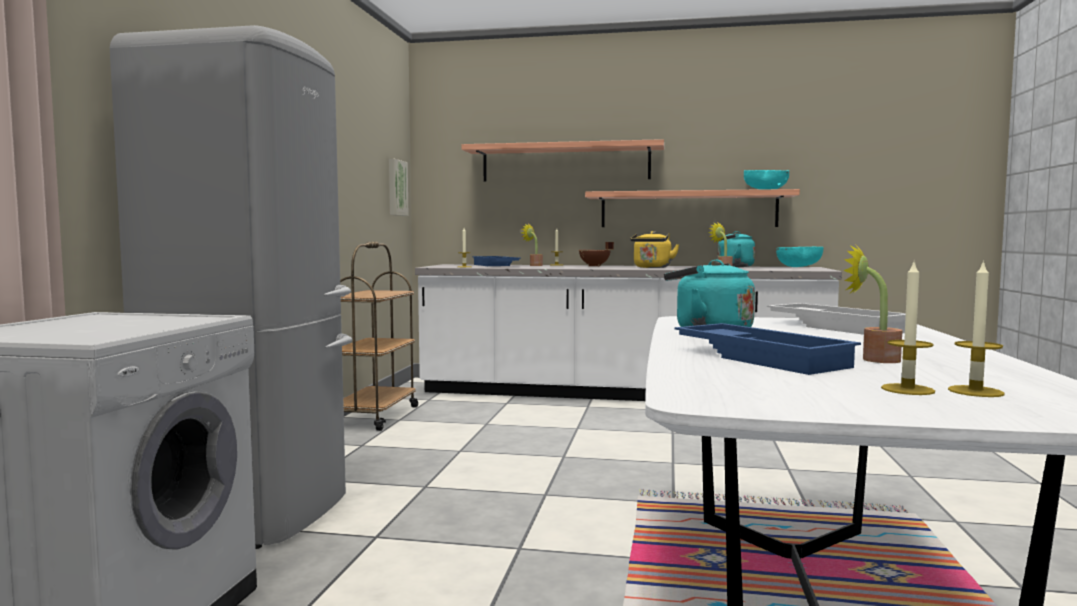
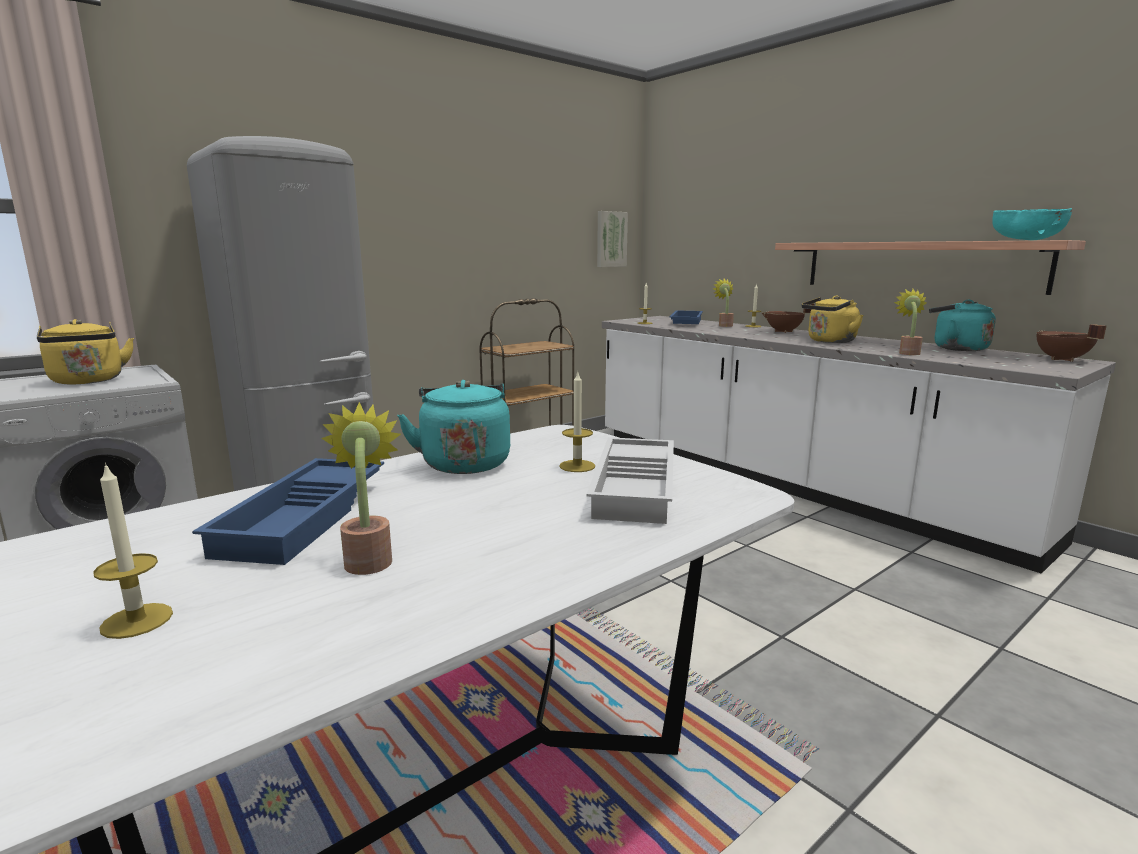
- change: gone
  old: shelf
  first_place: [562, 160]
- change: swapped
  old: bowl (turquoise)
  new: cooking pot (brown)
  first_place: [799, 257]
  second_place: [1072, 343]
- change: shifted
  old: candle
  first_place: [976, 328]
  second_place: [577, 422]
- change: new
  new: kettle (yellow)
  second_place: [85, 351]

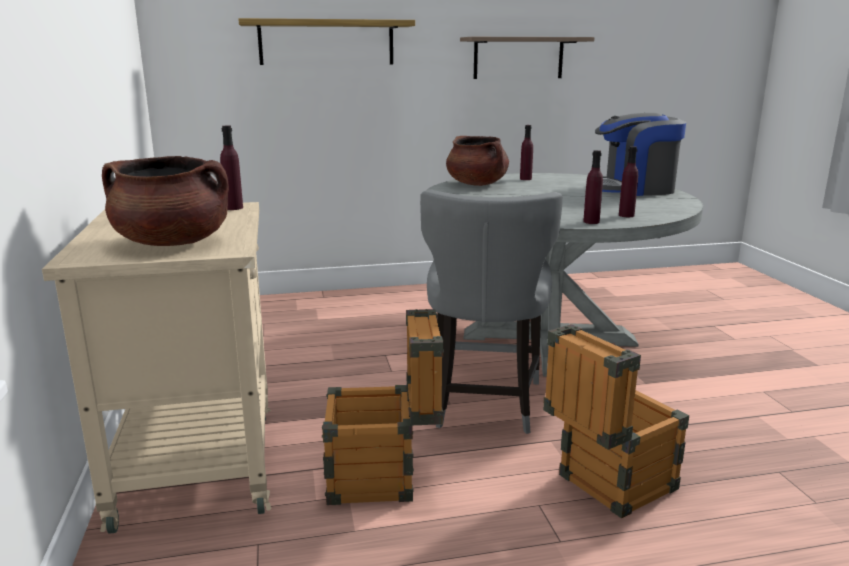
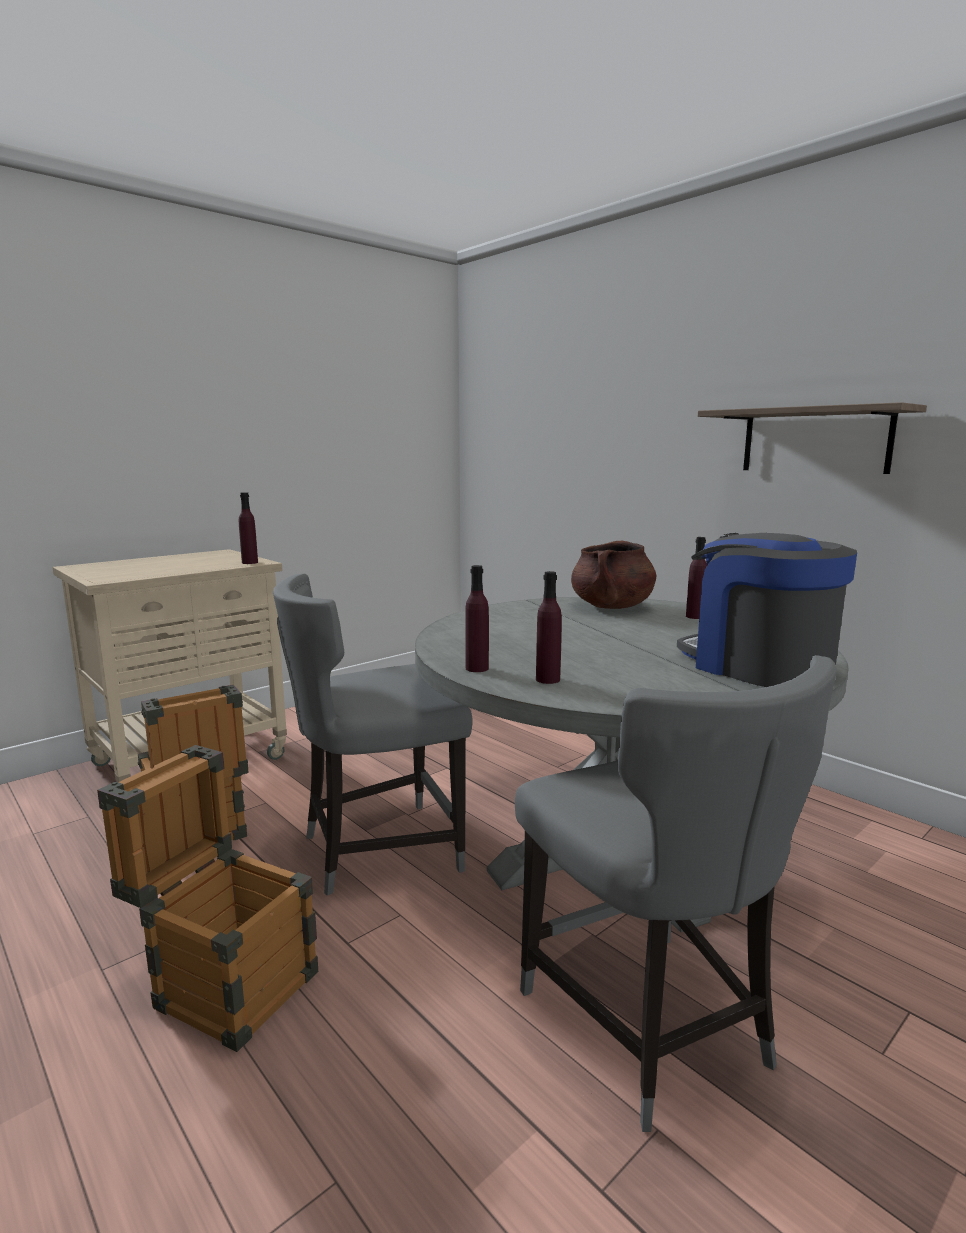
- change: gone
  old: cooking pot (brown)
  first_place: [165, 201]
- change: gone
  old: shelf
  first_place: [326, 41]
- change: new
  new: chair (grey)
  second_place: [676, 893]

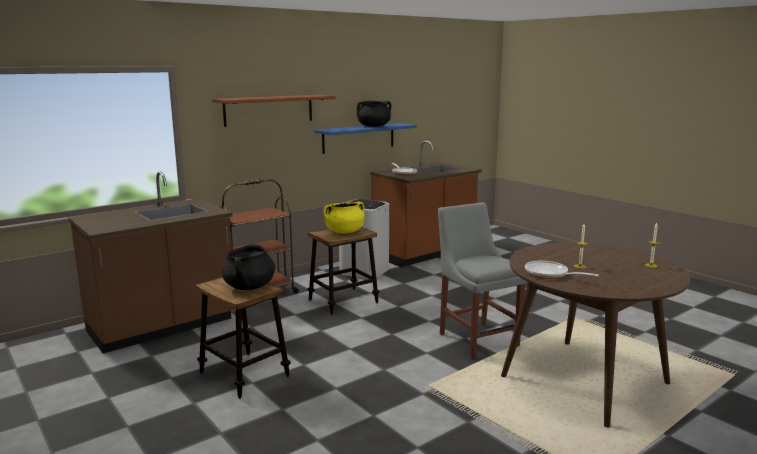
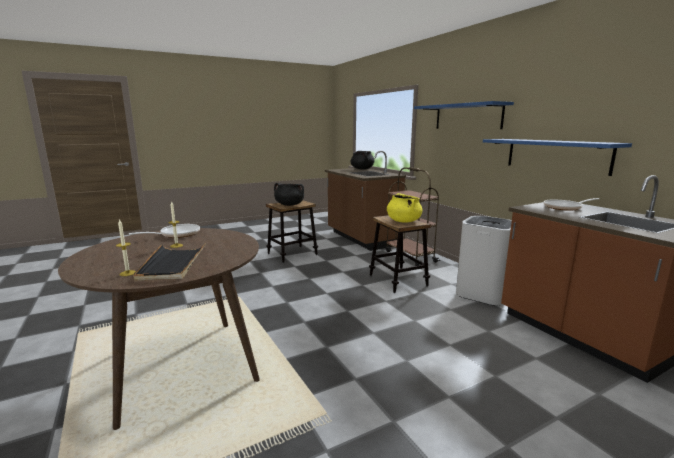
- change: repainted
  old: shelf (brown)
  new: shelf (blue)
  first_place: [273, 111]
  second_place: [464, 115]
- change: shifted
  old: cooking pot (black)
  first_place: [374, 114]
  second_place: [362, 160]
- change: gone
  old: chair (grey)
  first_place: [482, 280]
- change: new
  new: tray (black)
  second_place: [169, 262]

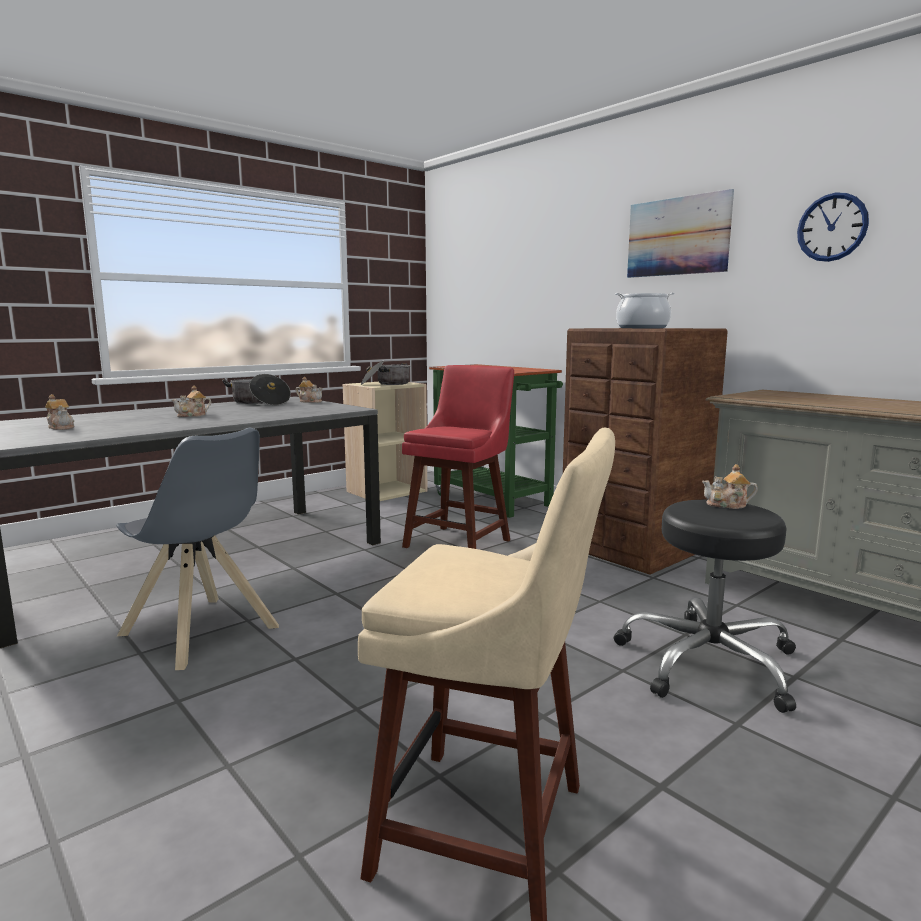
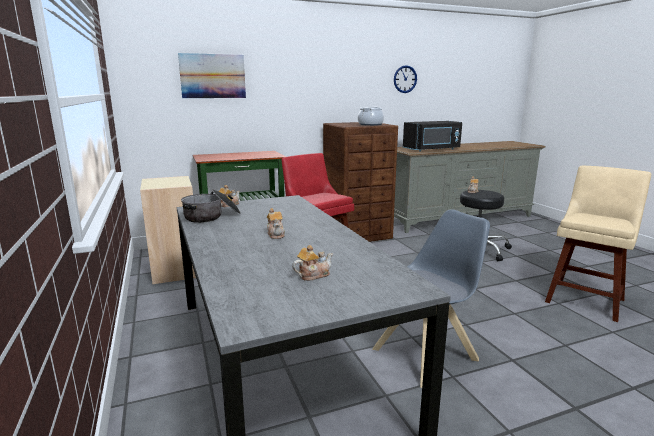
- change: gone
  old: cooking pot
  first_place: [385, 372]
- change: shifted
  old: picture
  first_place: [680, 233]
  second_place: [212, 75]
- change: new
  new: microwave (black)
  second_place: [432, 136]

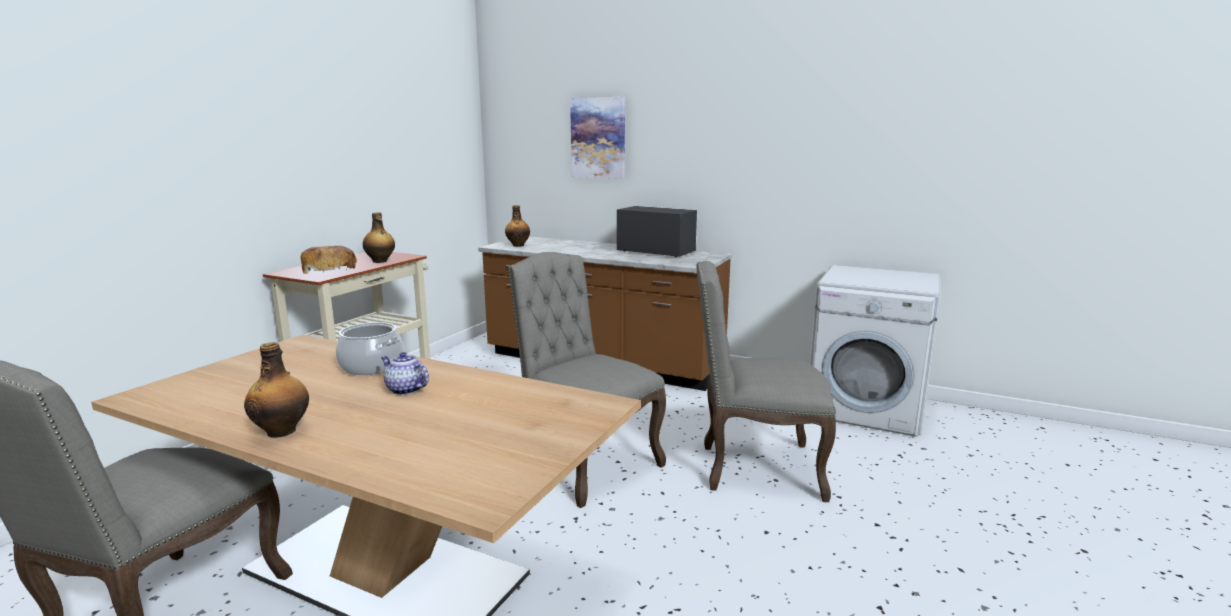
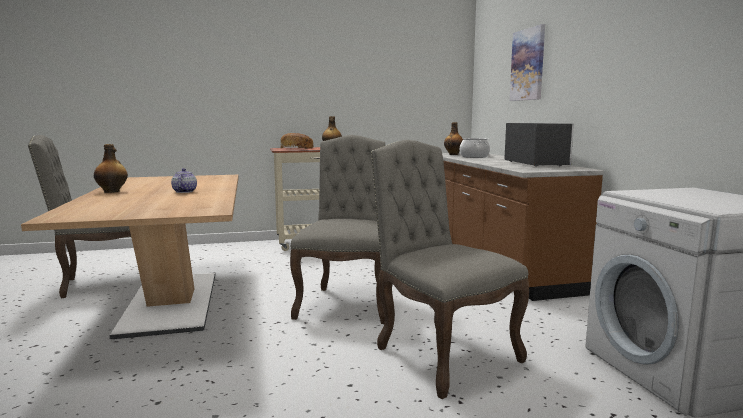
- change: shifted
  old: cooking pot
  first_place: [370, 348]
  second_place: [475, 148]

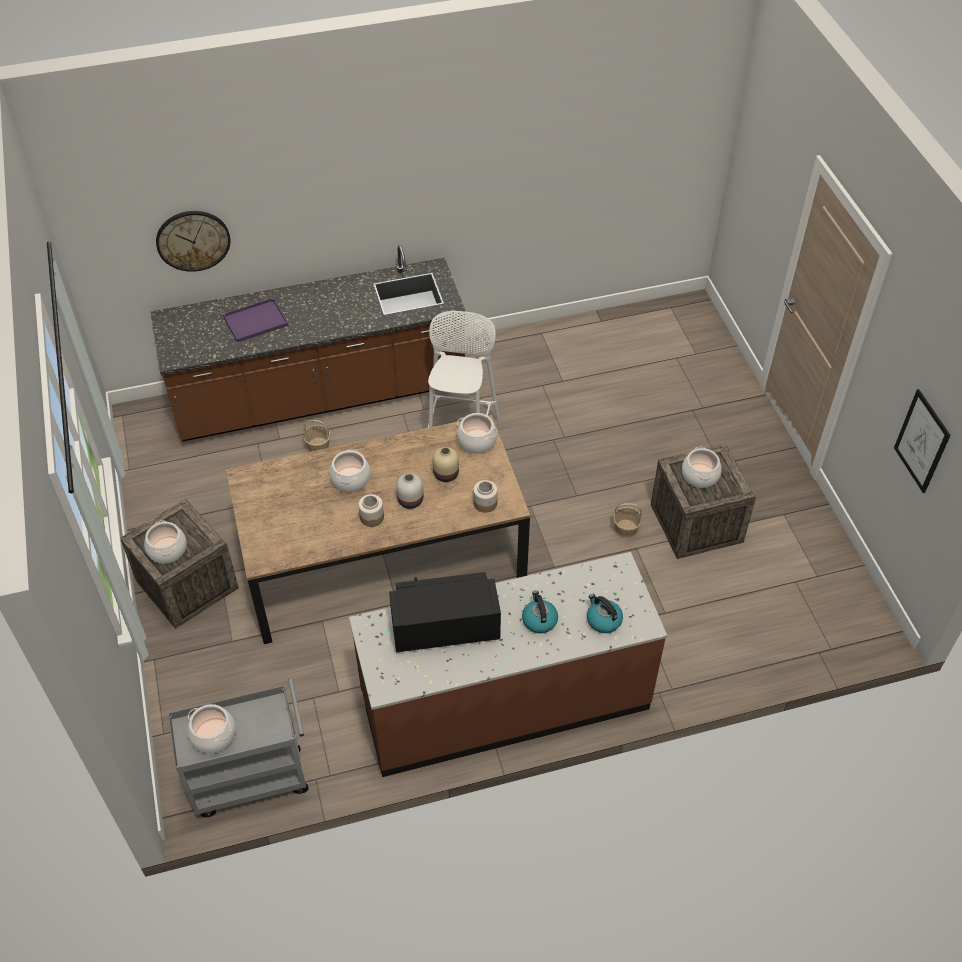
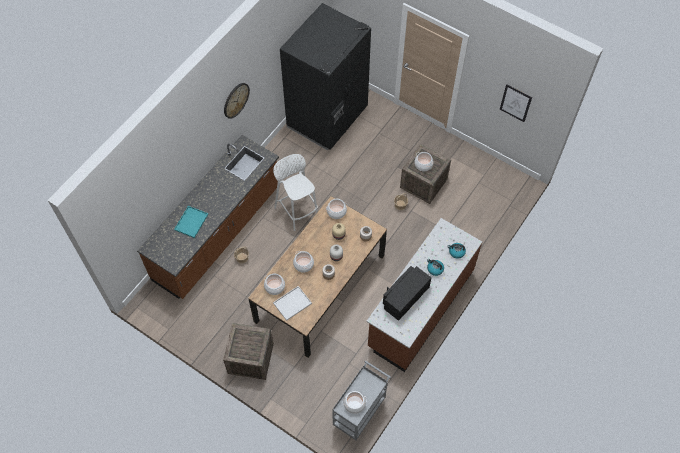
- change: shifted
  old: cooking pot
  first_place: [165, 542]
  second_place: [274, 284]
- change: shifted
  old: wall clock
  first_place: [193, 241]
  second_place: [237, 101]
- change: repainted
  old: tray (purple)
  new: tray (turquoise)
  first_place: [255, 320]
  second_place: [191, 222]
- change: new
  new: tray (white)
  second_place: [292, 303]
- change: new
  new: fridge (black)
  second_place: [325, 77]

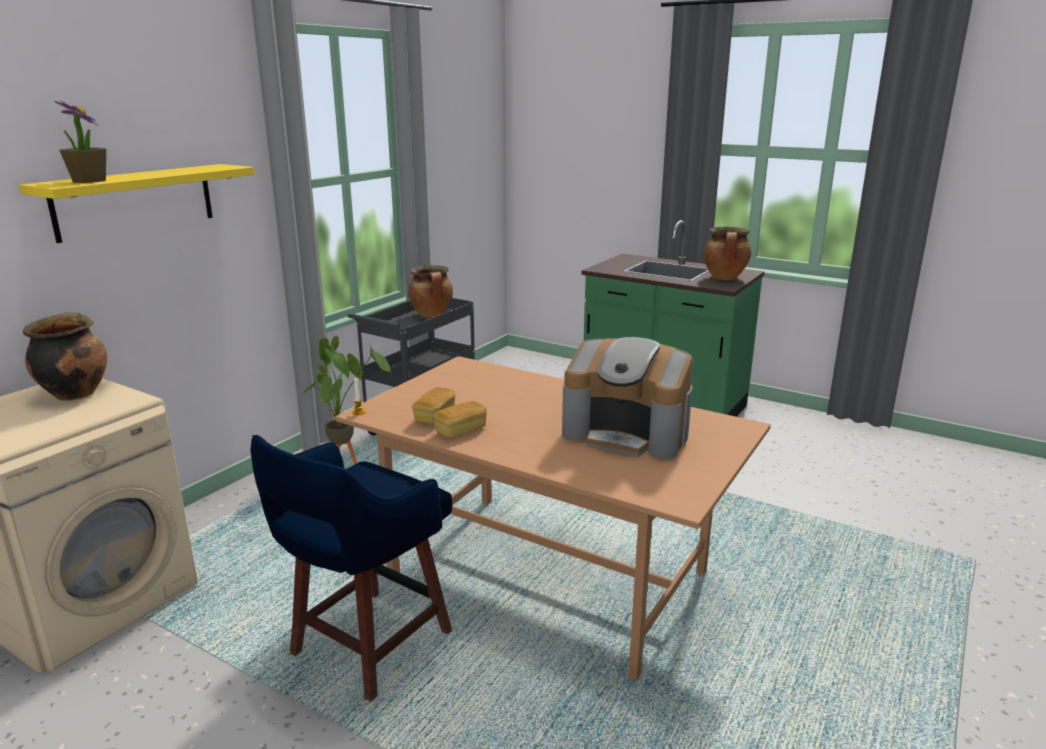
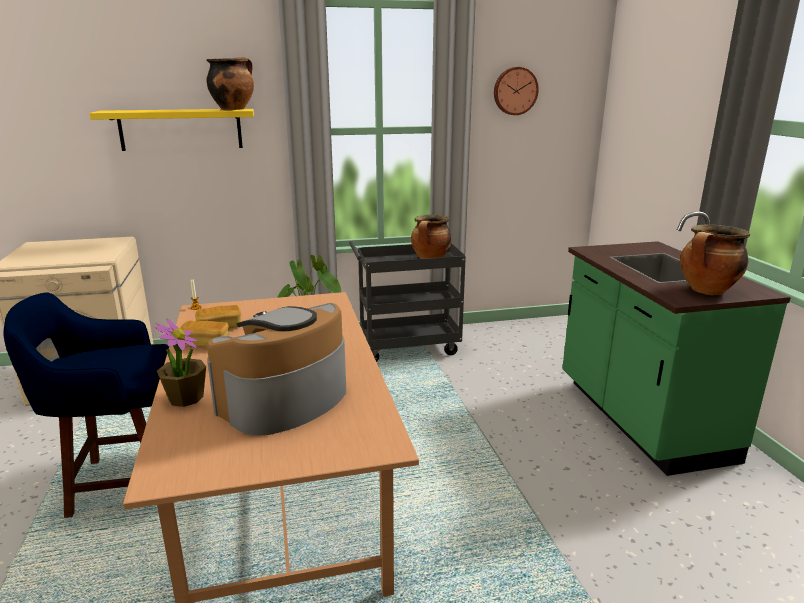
- change: shifted
  old: cooking pot
  first_place: [65, 356]
  second_place: [230, 83]
- change: shifted
  old: potted plant
  first_place: [80, 141]
  second_place: [180, 363]
- change: rotated
  old: coffee machine
  first_place: [627, 398]
  second_place: [276, 369]
  degrees: 60
- change: new
  new: wall clock
  second_place: [516, 91]

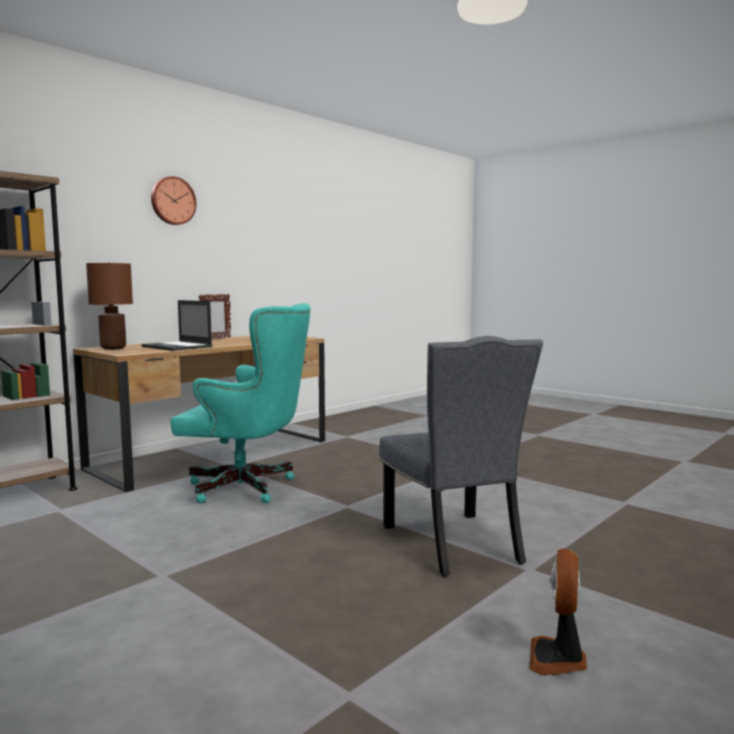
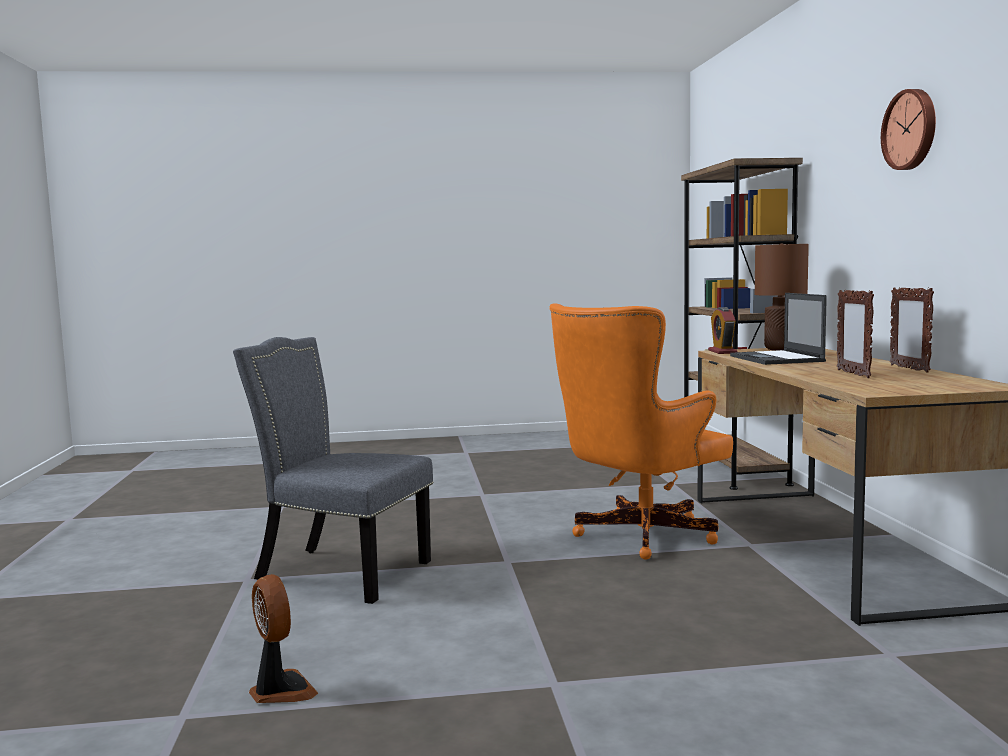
- change: rotated
  old: laptop
  first_place: [177, 325]
  second_place: [778, 329]
  degrees: -90
- change: repainted
  old: office chair (turquoise)
  new: office chair (orange)
  first_place: [240, 403]
  second_place: [641, 432]
- change: shifted
  old: fan
  first_place: [558, 612]
  second_place: [283, 638]
- change: new
  new: alarm clock
  second_place: [723, 330]
- change: new
  new: picture frame
  second_place: [855, 334]

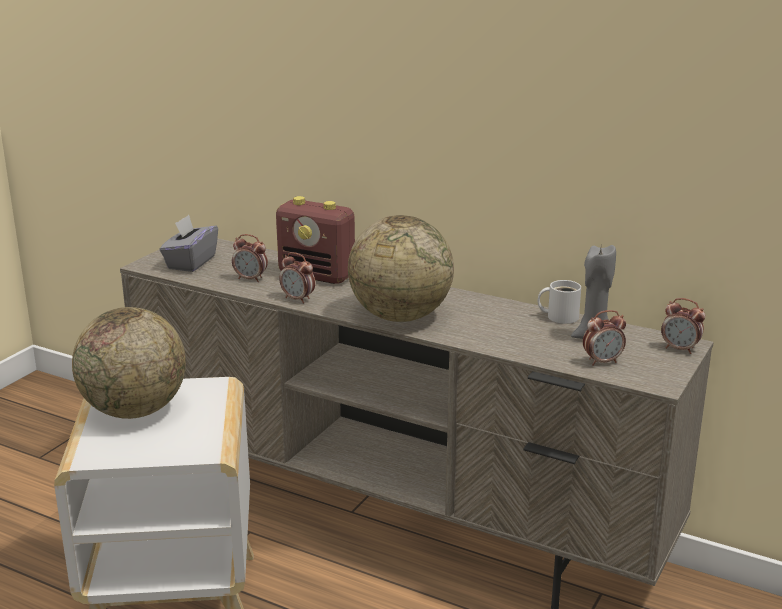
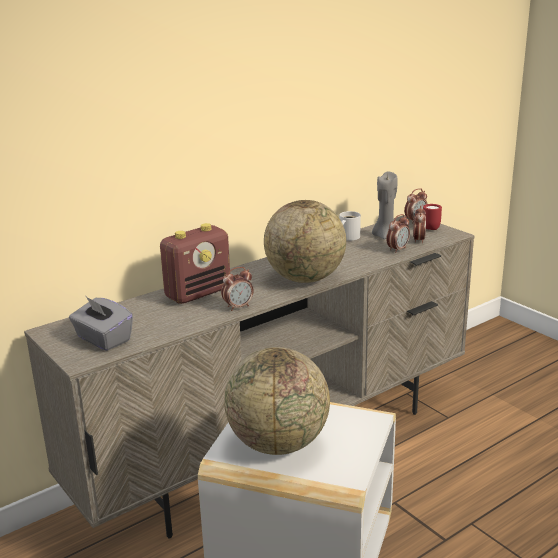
- change: shifted
  old: alarm clock
  first_place: [250, 258]
  second_place: [398, 233]
- change: new
  new: mug (red)
  second_place: [432, 217]

